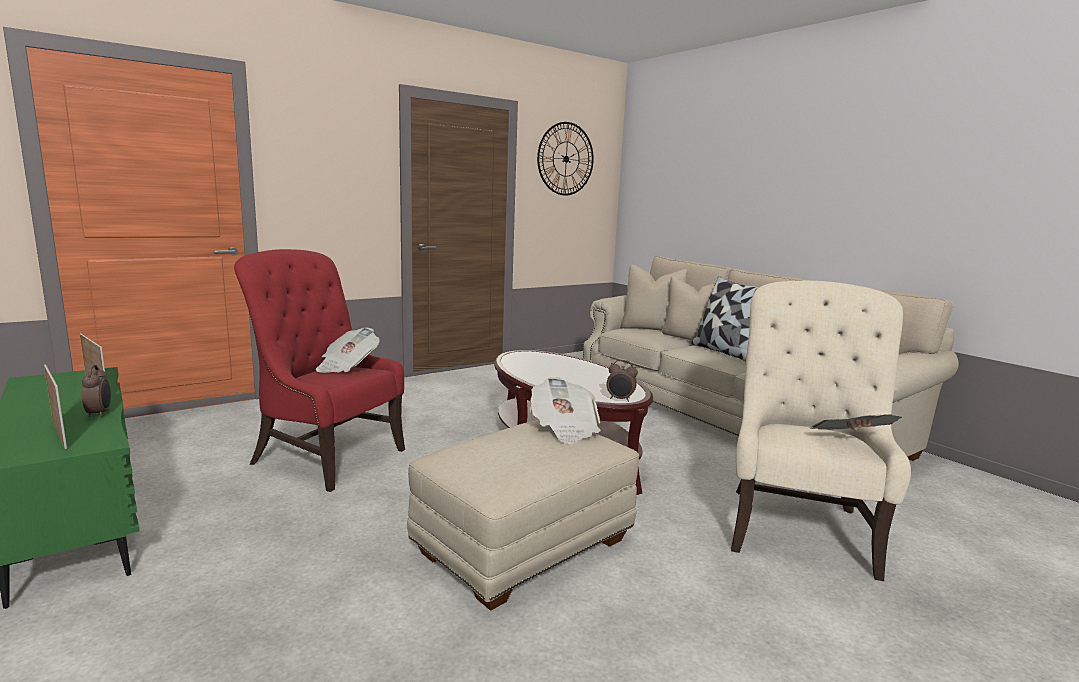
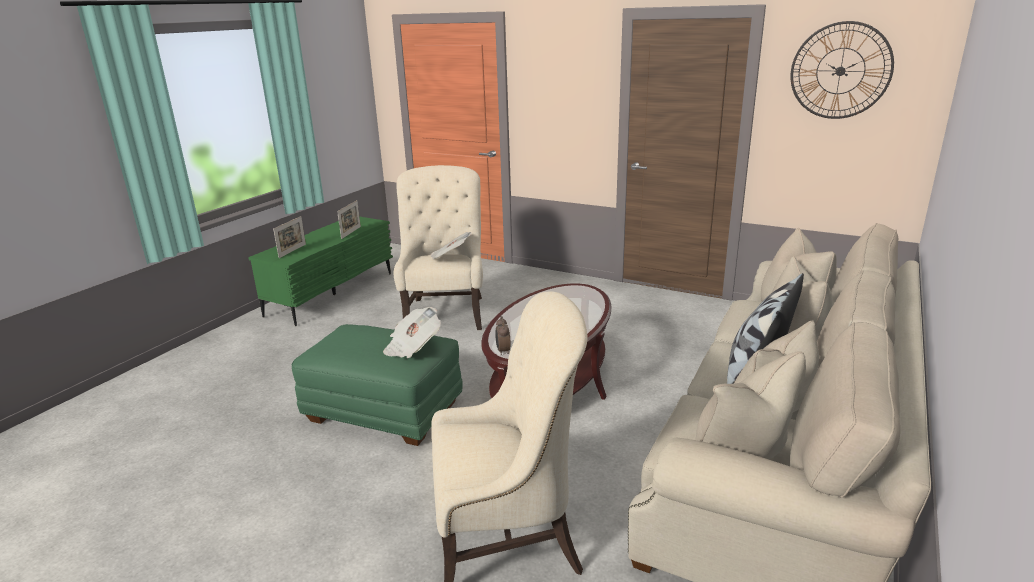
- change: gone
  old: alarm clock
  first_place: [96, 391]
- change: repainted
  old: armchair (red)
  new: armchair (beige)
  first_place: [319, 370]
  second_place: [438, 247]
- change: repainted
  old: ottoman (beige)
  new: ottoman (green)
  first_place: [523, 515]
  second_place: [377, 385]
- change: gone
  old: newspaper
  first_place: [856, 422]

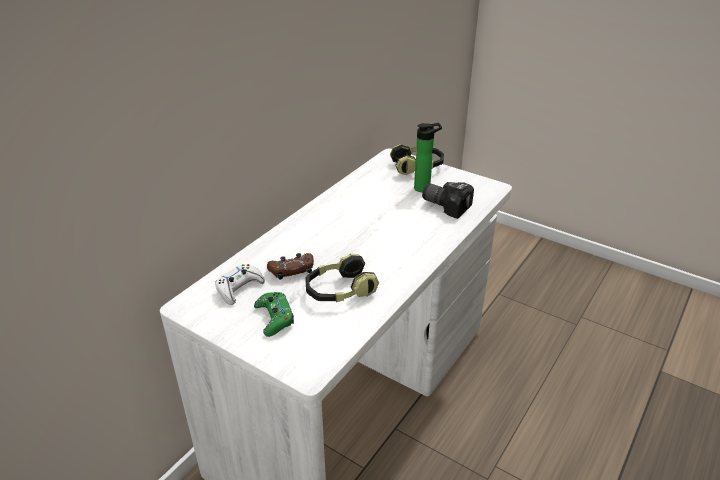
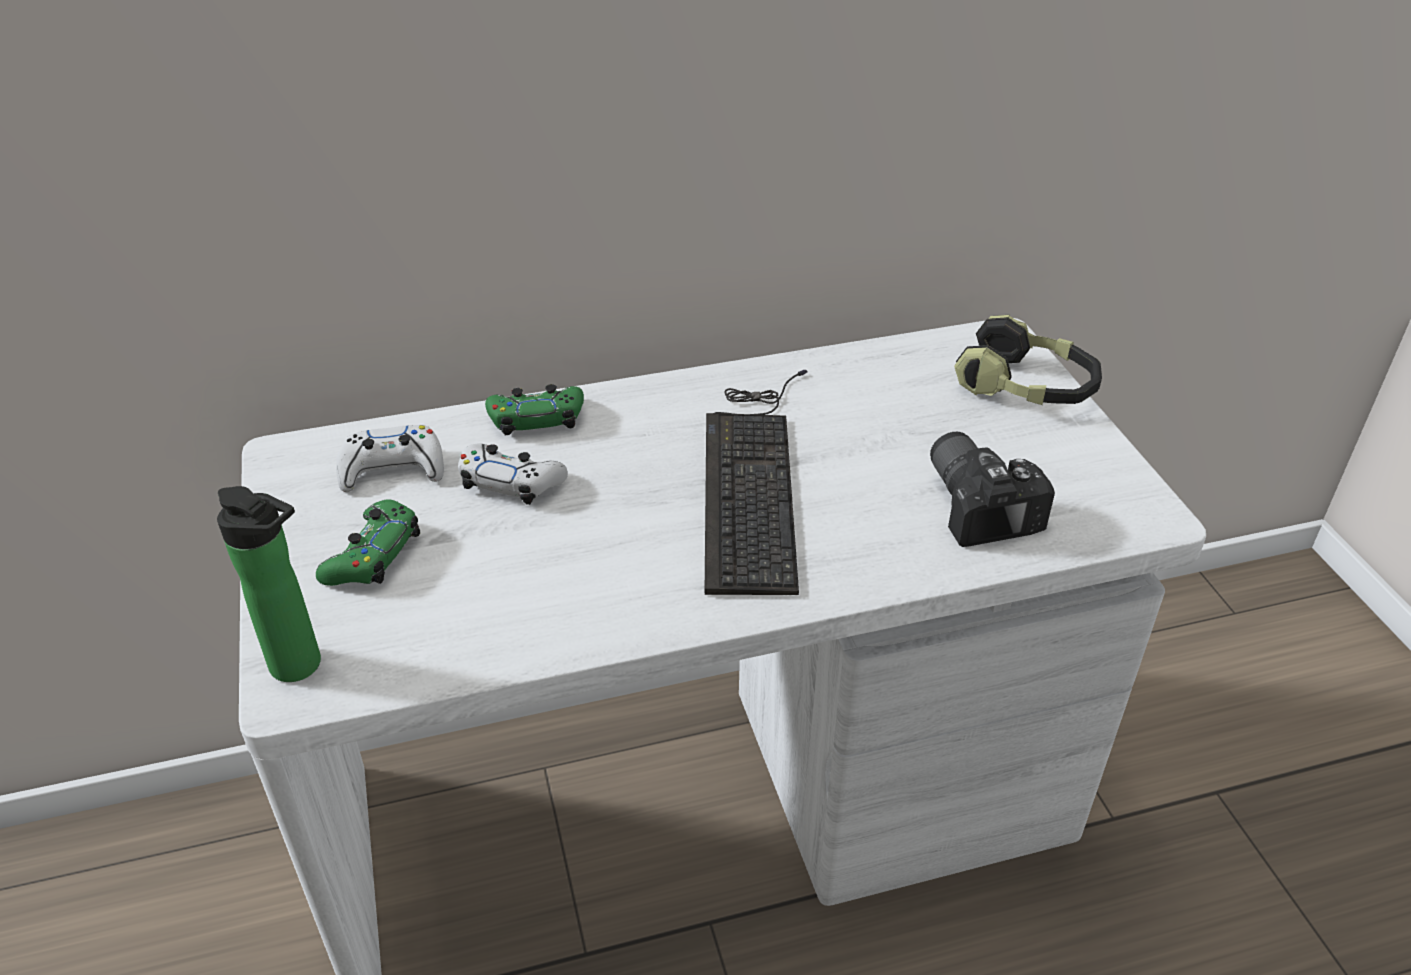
- change: repainted
  old: game controller (brown)
  new: game controller (white)
  first_place: [290, 266]
  second_place: [513, 474]
- change: gone
  old: headphones
  first_place: [342, 277]
- change: shifted
  old: bottle
  first_place: [428, 157]
  second_place: [269, 584]
- change: new
  new: game controller (green)
  second_place: [534, 409]
- change: new
  new: keyboard
  second_place: [756, 482]

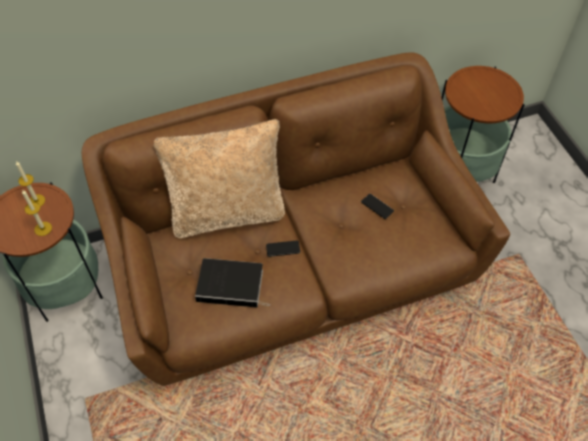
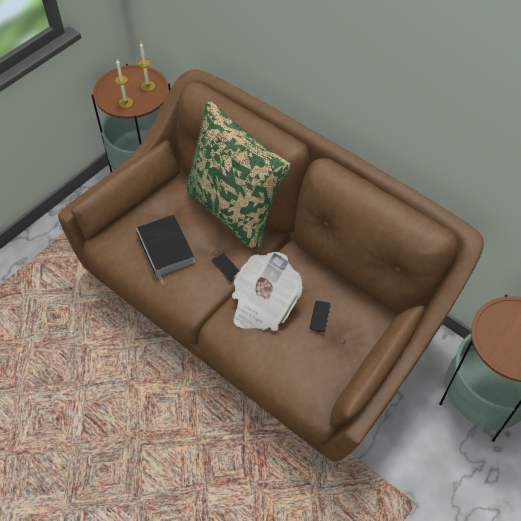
- change: repainted
  old: pillow (beige)
  new: pillow (green)
  first_place: [219, 178]
  second_place: [239, 175]
- change: new
  new: newspaper
  second_place: [267, 291]

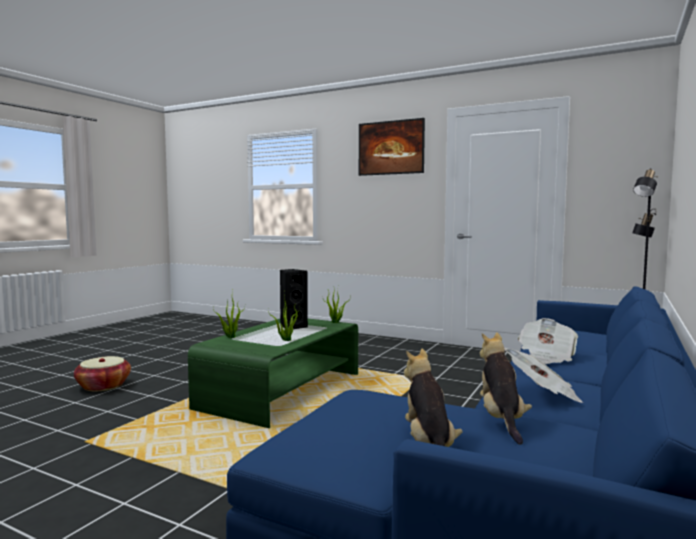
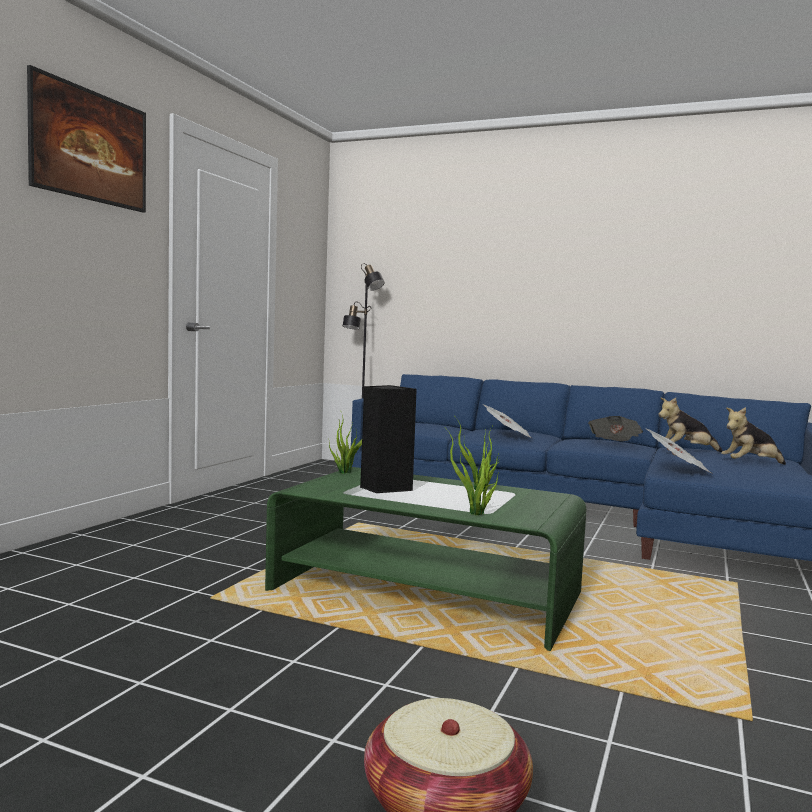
- change: new
  new: newspaper
  second_place: [678, 450]

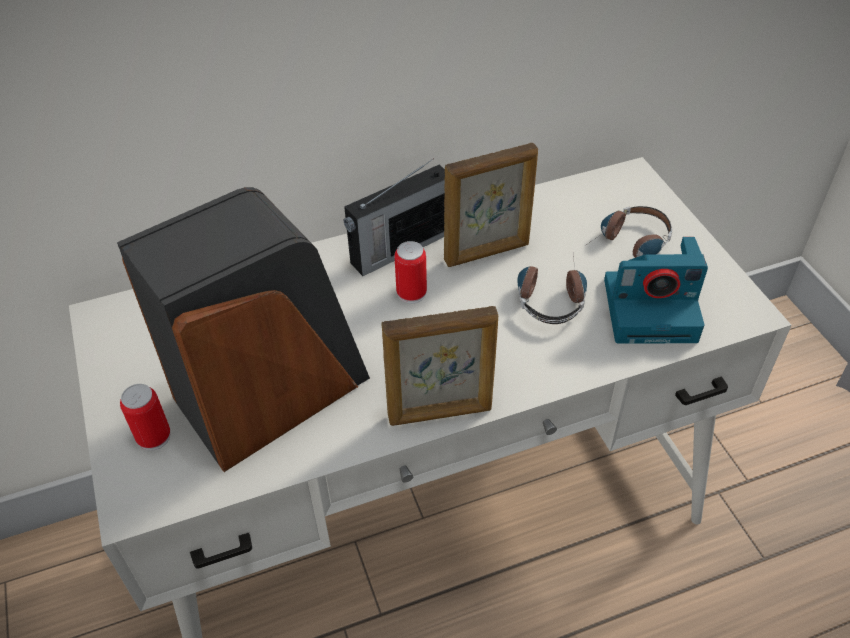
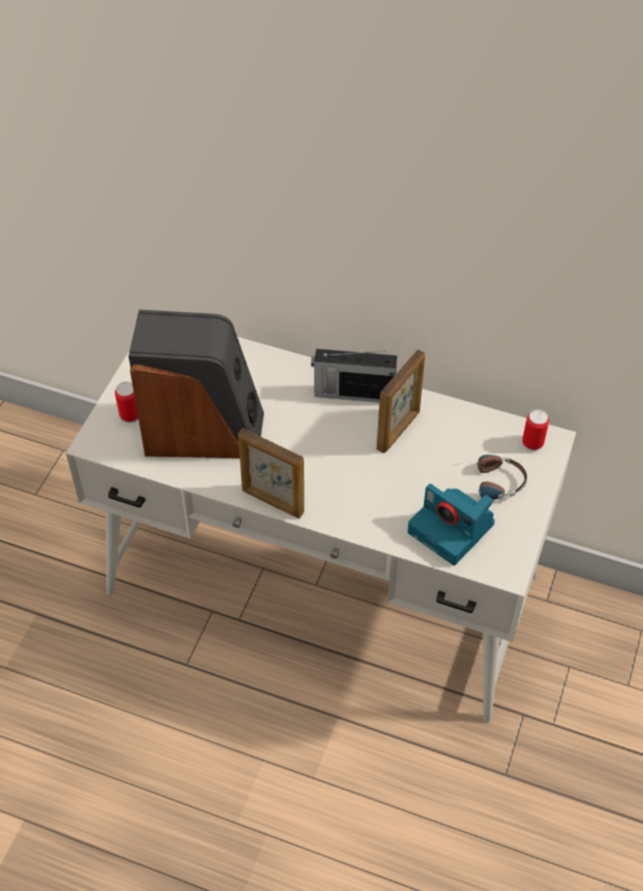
- change: shifted
  old: can
  first_place: [411, 272]
  second_place: [535, 430]
- change: rotated
  old: picture frame
  first_place: [491, 205]
  second_place: [400, 401]
  degrees: -75
- change: gone
  old: headphones
  first_place: [552, 288]

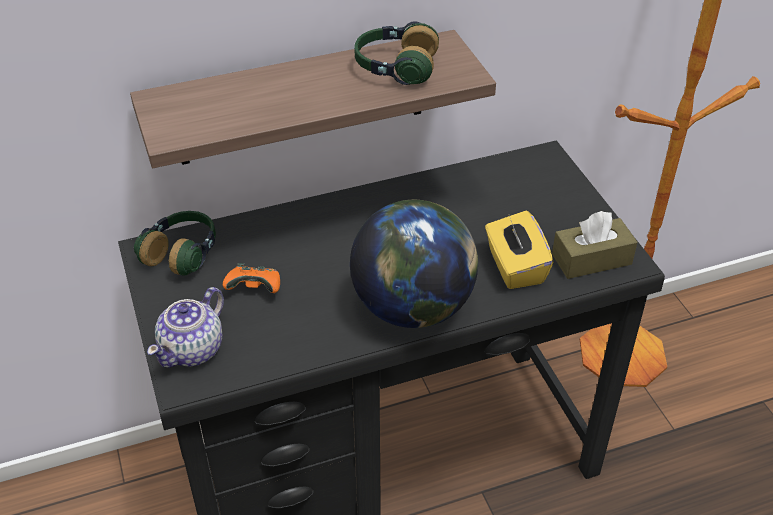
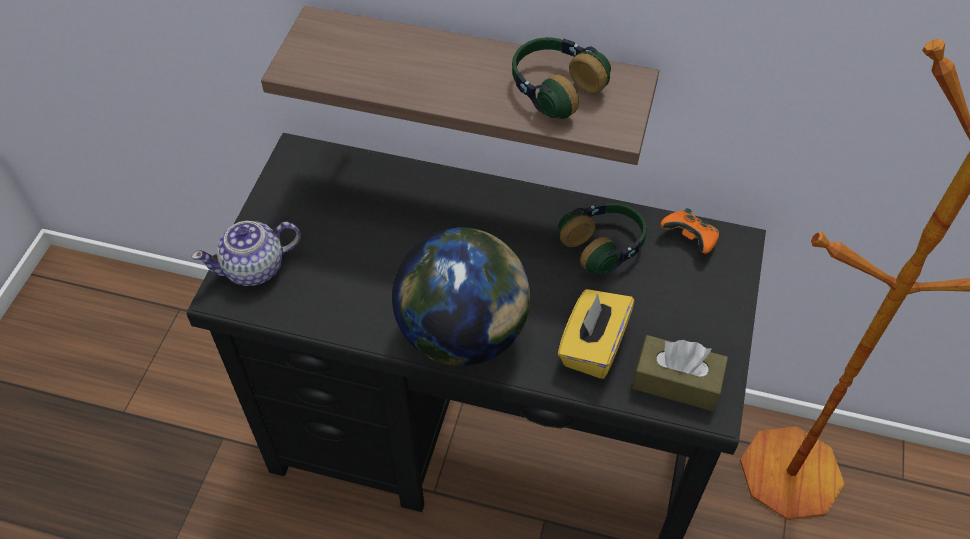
- change: shifted
  old: headphones
  first_place: [175, 243]
  second_place: [602, 239]
- change: shifted
  old: game controller (orange)
  first_place: [251, 278]
  second_place: [690, 231]

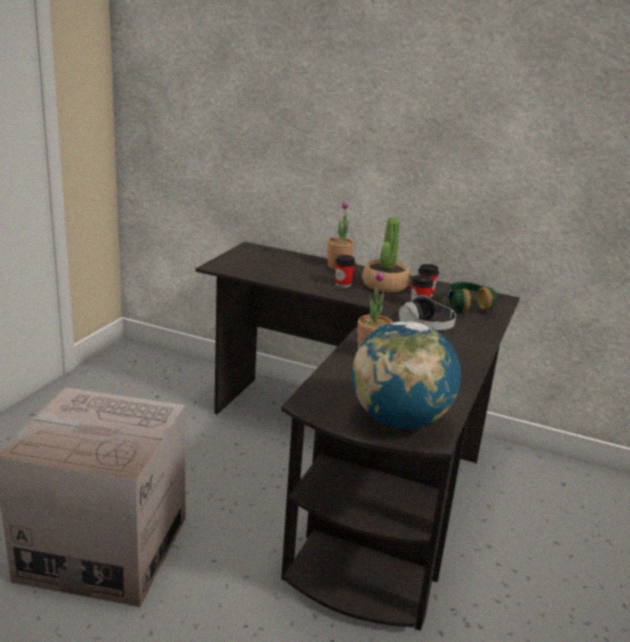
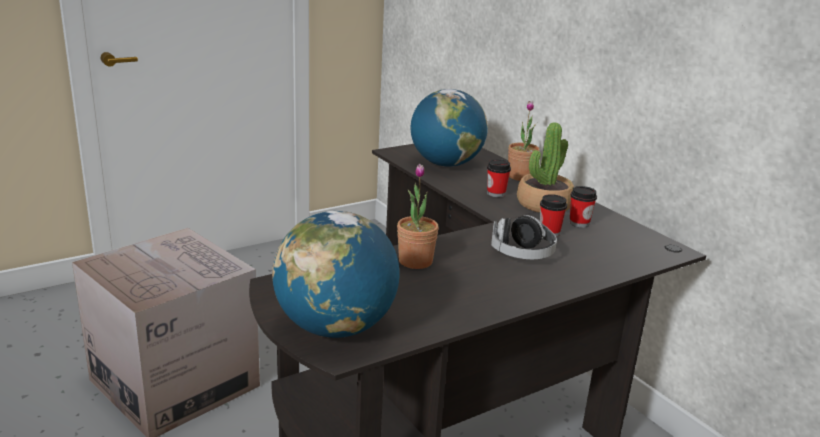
- change: gone
  old: headphones
  first_place: [472, 297]
- change: new
  new: globe
  second_place: [449, 128]

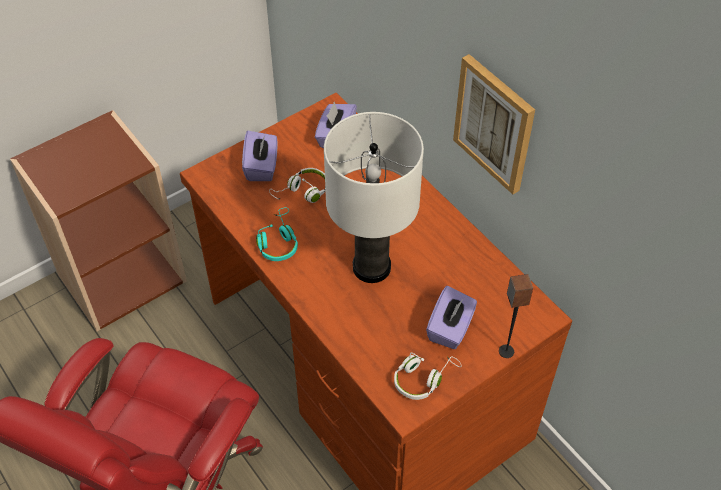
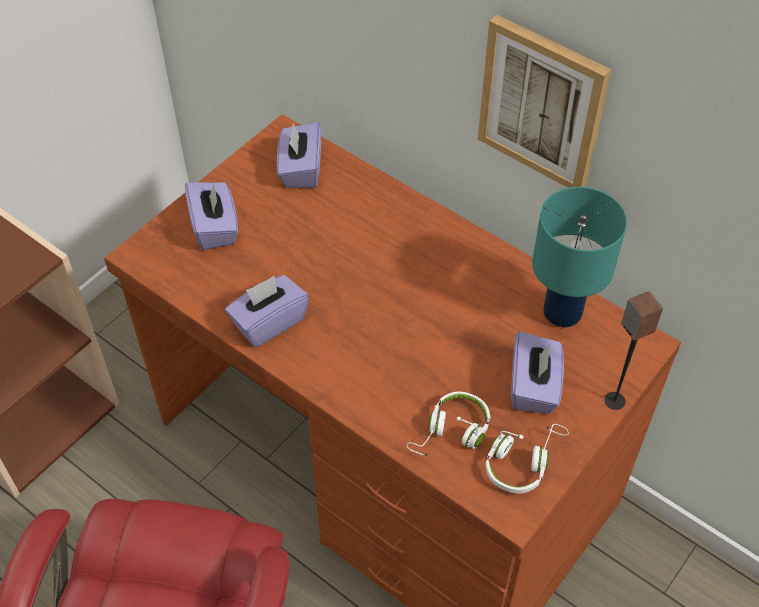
- change: swapped
  old: headphones (turquoise)
  new: tissue box (purple)
  first_place: [277, 234]
  second_place: [267, 311]
- change: shifted
  old: headphones (white)
  first_place: [297, 185]
  second_place: [448, 423]
- change: gone
  old: table lamp (white)
  first_place: [374, 197]
- change: new
  new: table lamp (turquoise)
  second_place: [579, 257]

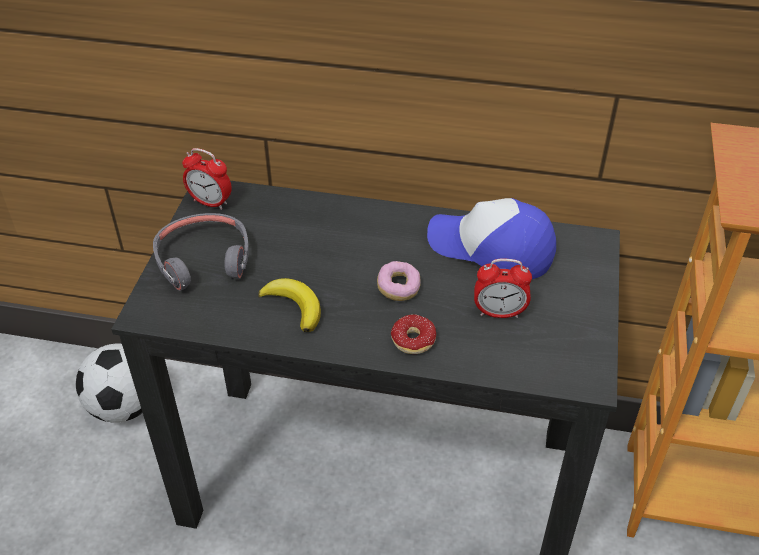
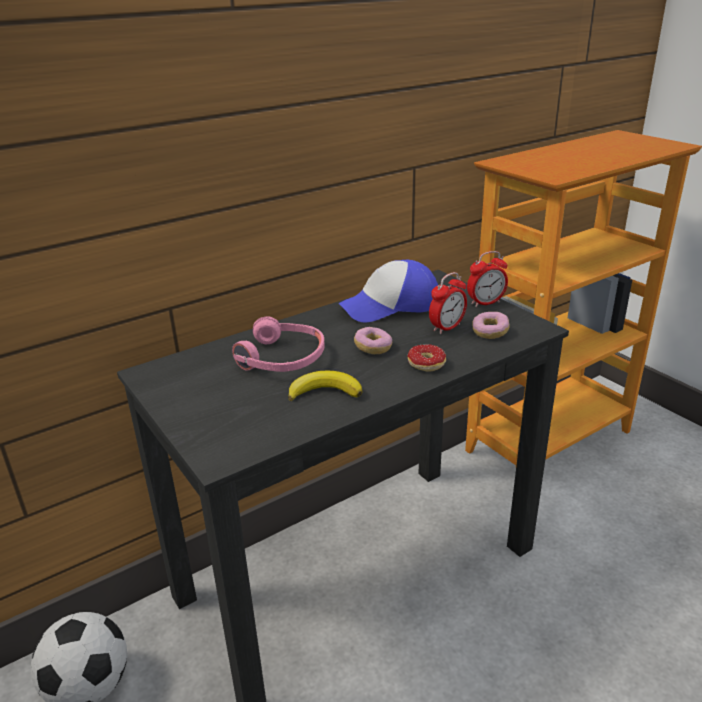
- change: gone
  old: headphones (grey)
  first_place: [201, 252]
- change: shifted
  old: alarm clock
  first_place: [207, 179]
  second_place: [487, 279]
- change: new
  new: headphones (pink)
  second_place: [278, 344]
- change: new
  new: donut
  second_place: [491, 325]

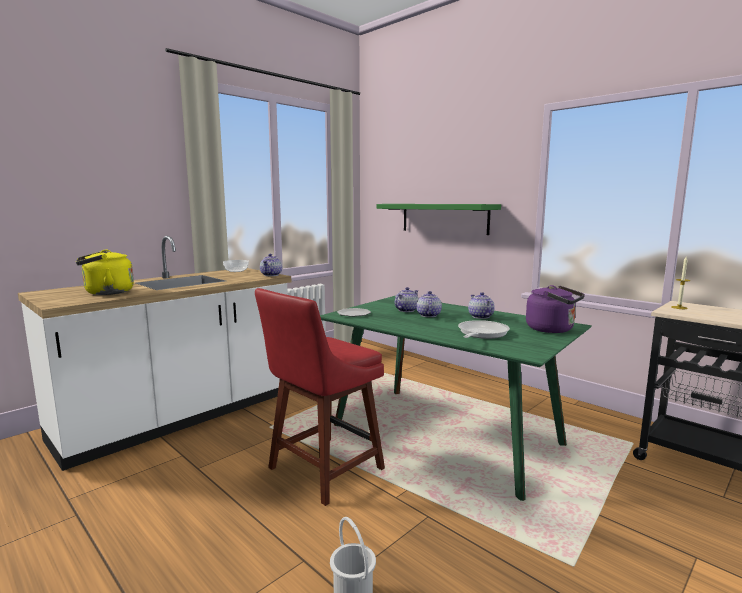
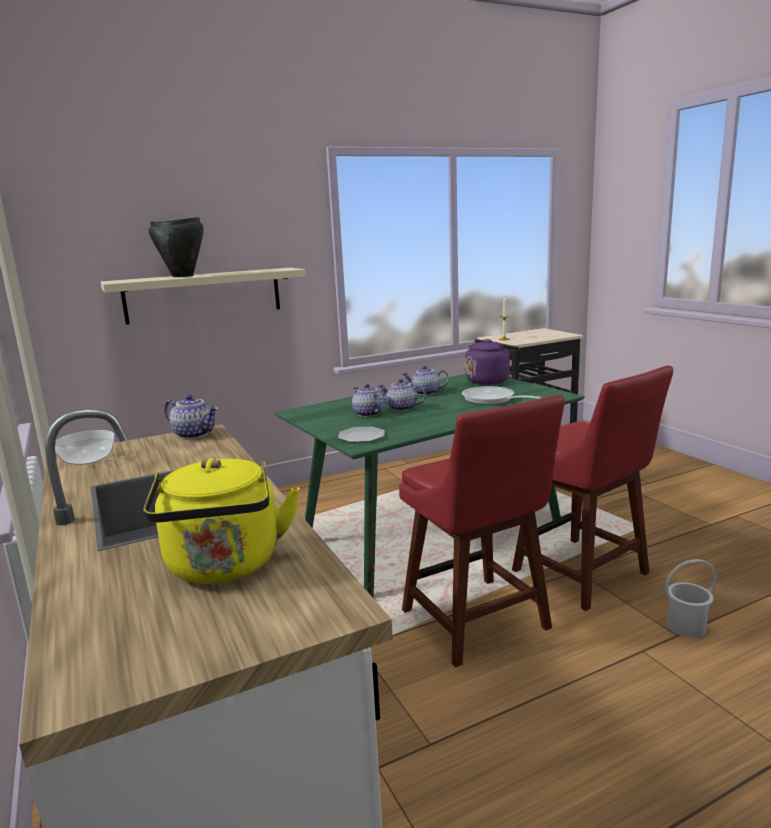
- change: repainted
  old: shelf (green)
  new: shelf (beige)
  first_place: [438, 219]
  second_place: [203, 296]
- change: new
  new: cooking pot (black)
  second_place: [176, 247]
- change: new
  new: chair (red)
  second_place: [592, 488]

